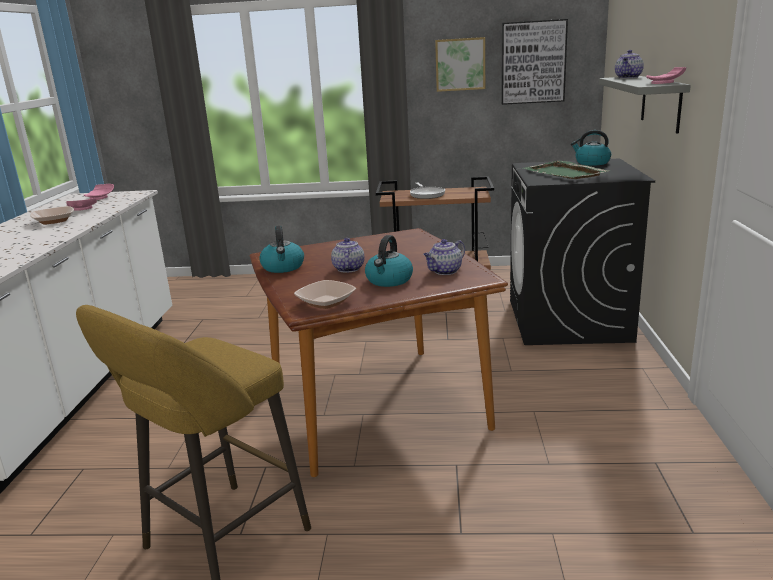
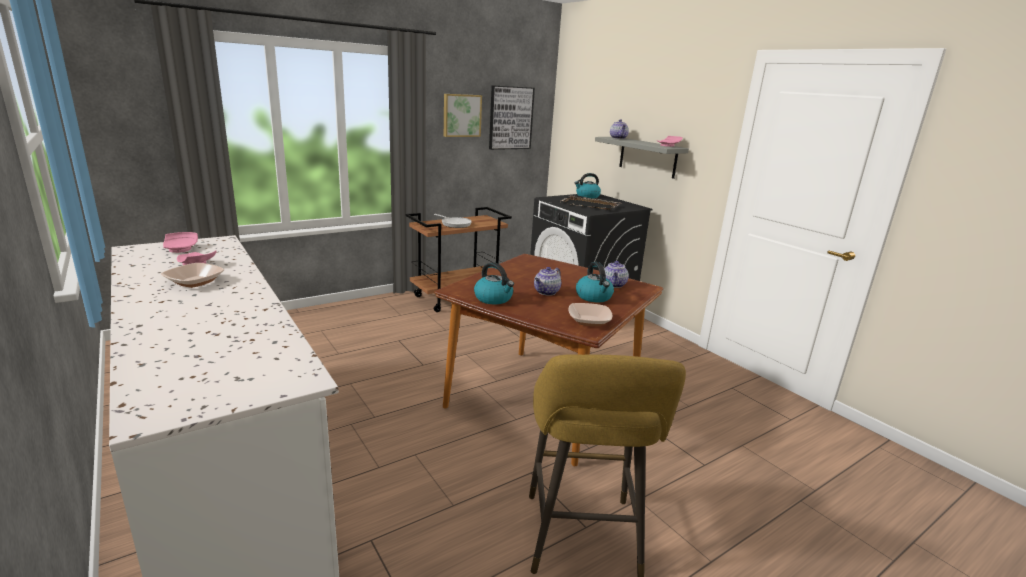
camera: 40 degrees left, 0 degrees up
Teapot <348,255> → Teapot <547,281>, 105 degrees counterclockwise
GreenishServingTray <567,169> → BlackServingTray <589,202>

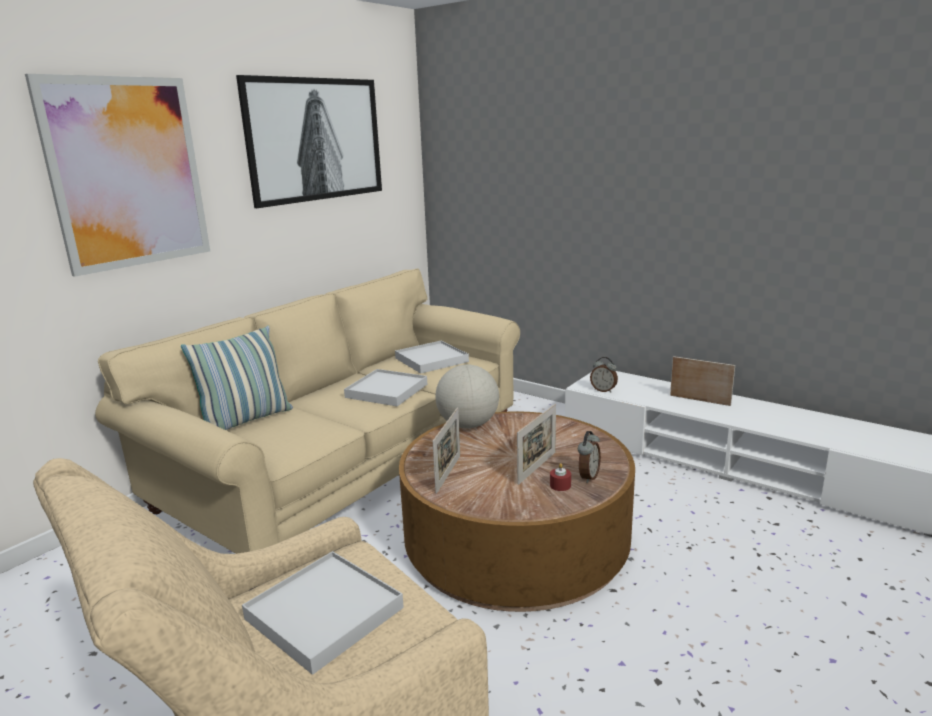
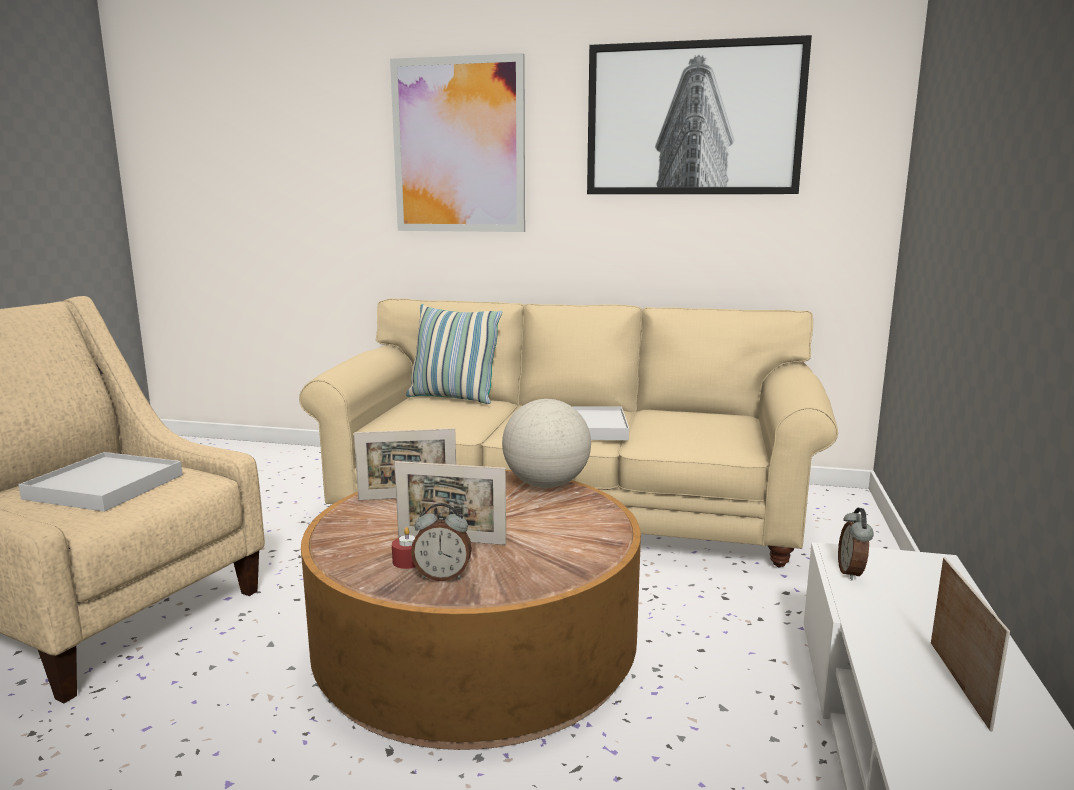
camera: 65 degrees right, 5 degrees down
WhiteColouredServingTray <432,357> → -

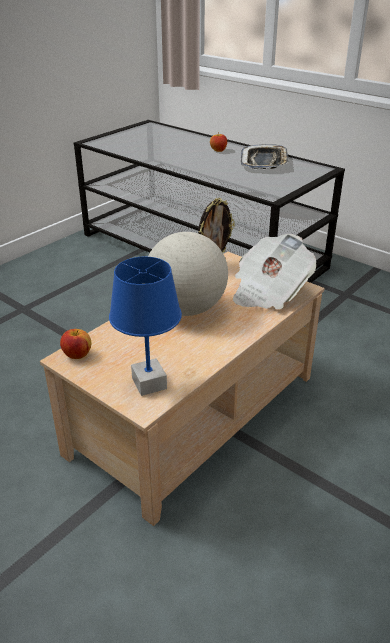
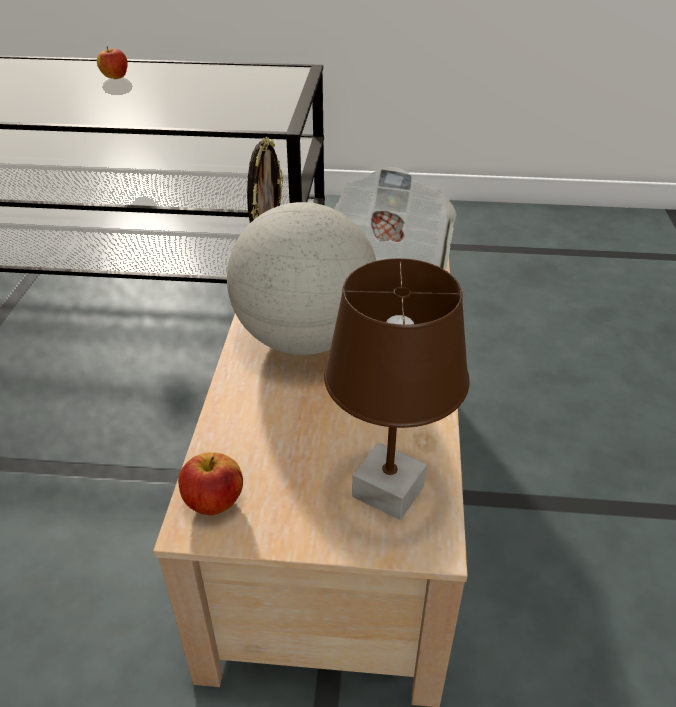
camera: 35 degrees left, 5 degrees up
BluishTableLamp <145,326> → BrownTableLamp <397,389>
ServingTray <265,156> → -

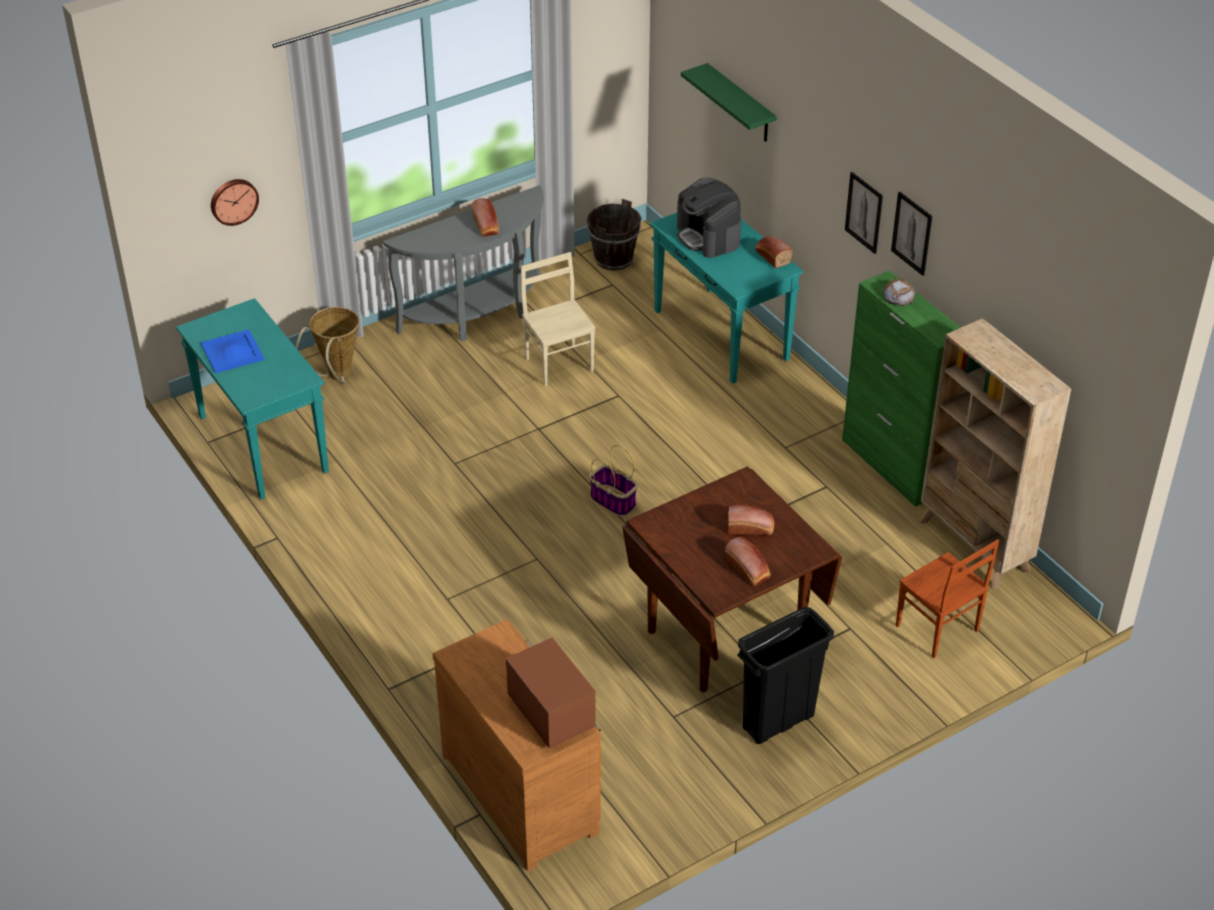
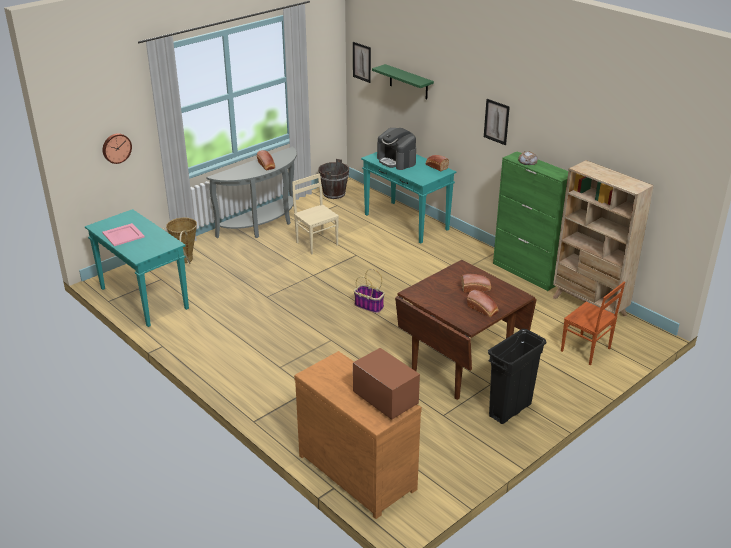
camera: 10 degrees left, 10 degrees down
BluishServingTray <232,351> → PinkColouredServingTray <123,234>
WallPicture <911,234> → WallPicture <362,62>, moved

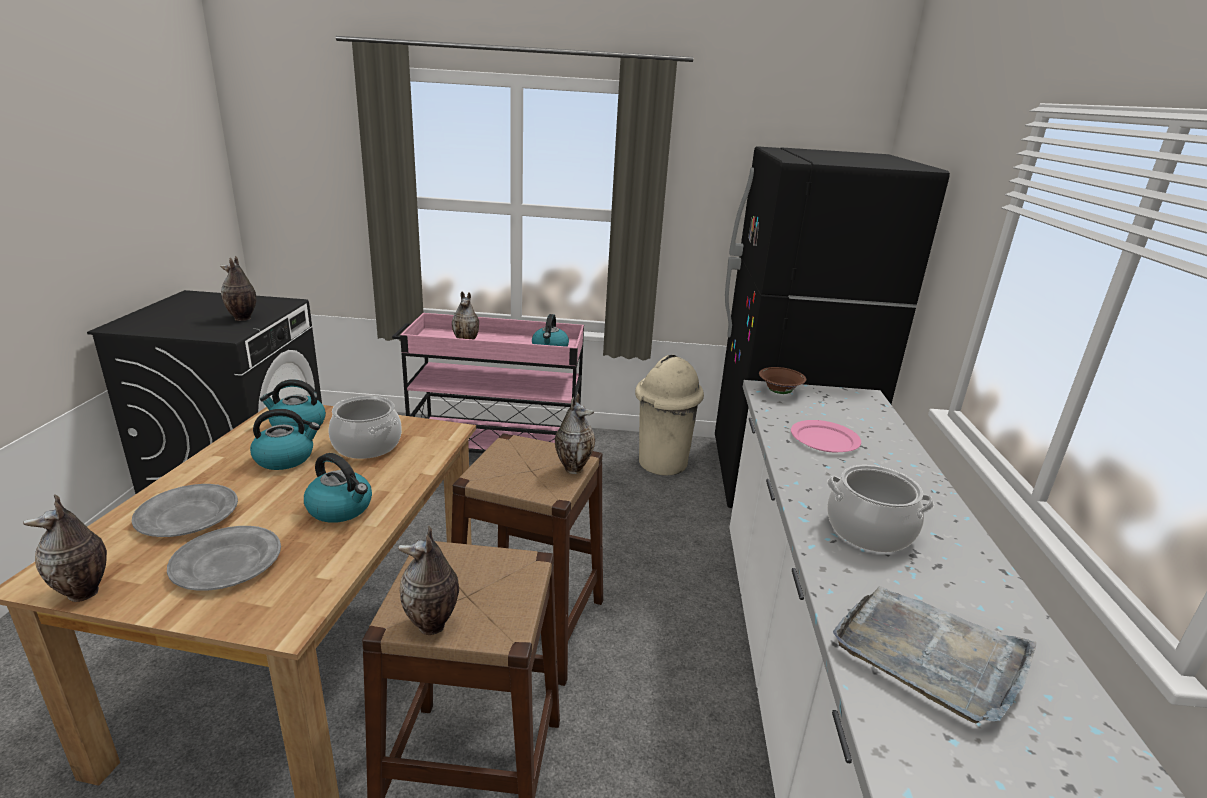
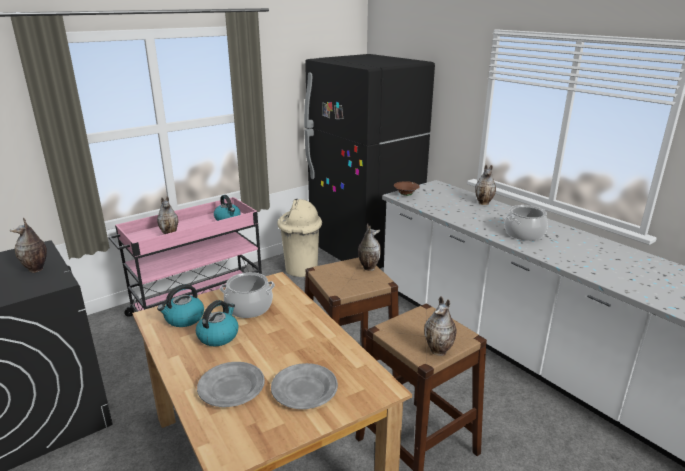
camera: 40 degrees left, 0 degrees up
FlowerVase <65,548> → FlowerVase <485,185>, moved
WaterKettle <338,488> → -
PinkColouredDinnerPlate <826,436> → -
GreyishServingTray <935,655> → -

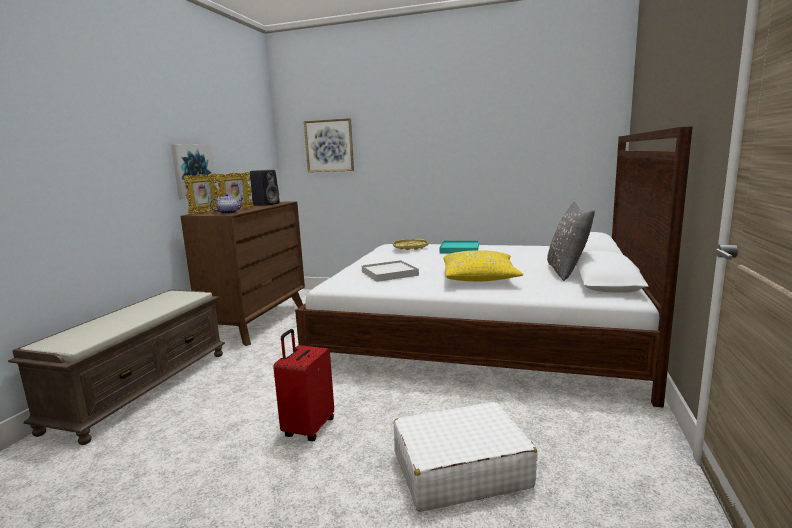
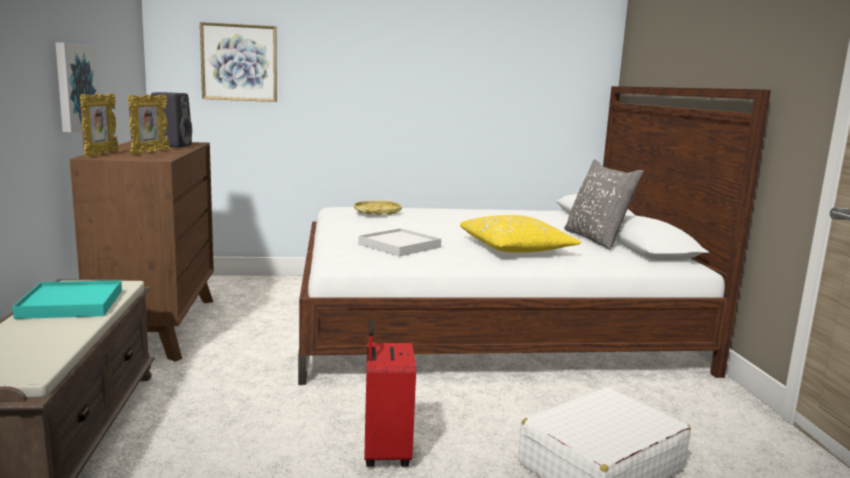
camera: 25 degrees left, 0 degrees up
Teapot <226,204> → -
TurquoiseServingTray <459,247> → TurquoiseServingTray <67,299>, moved

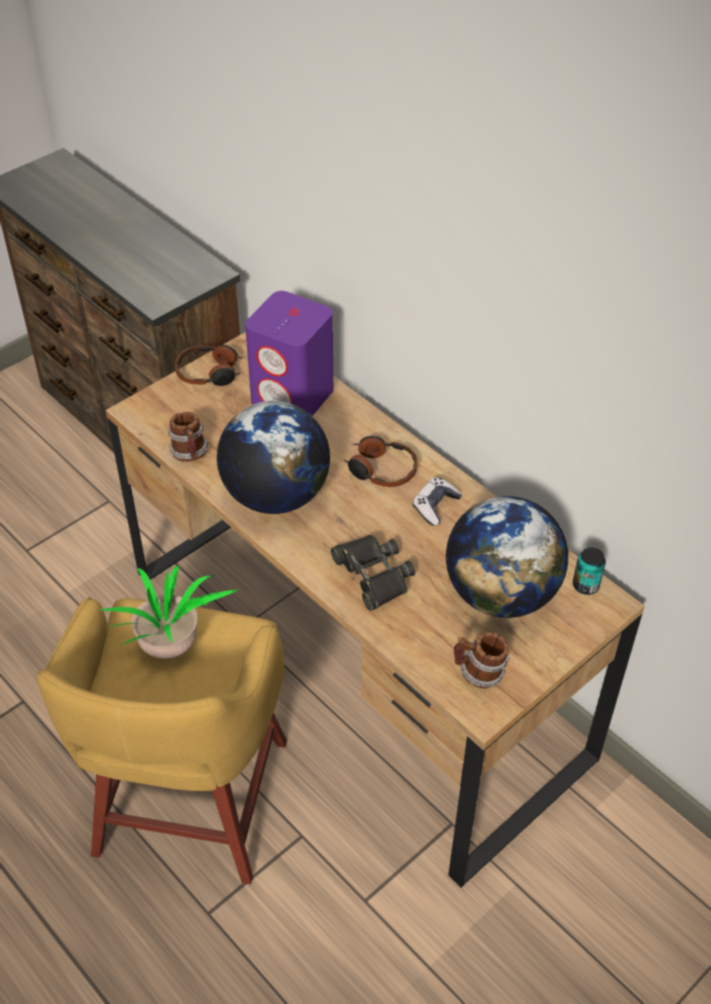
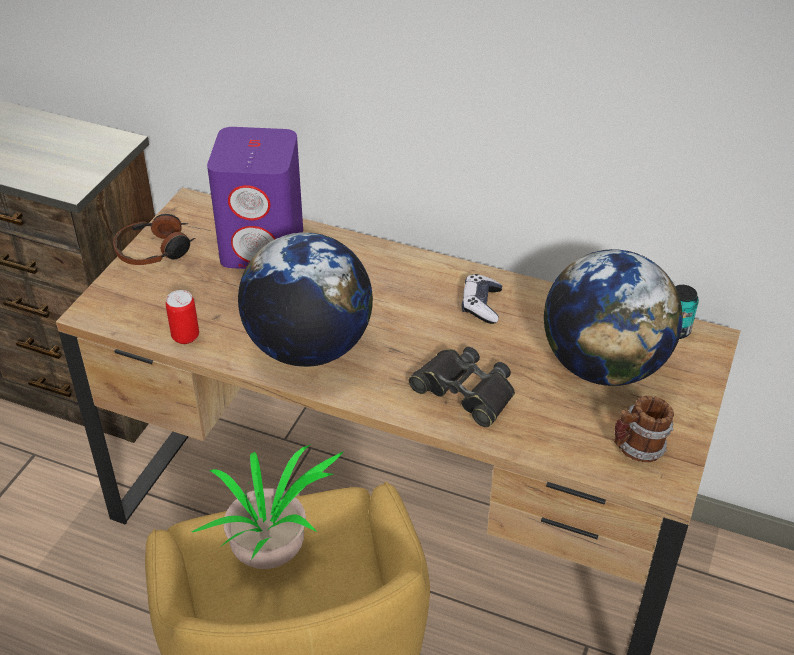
camera: 25 degrees left, 5 degrees down
CoffeeMug <187,437> → MetalCan <182,317>
Headphones <381,461> → -

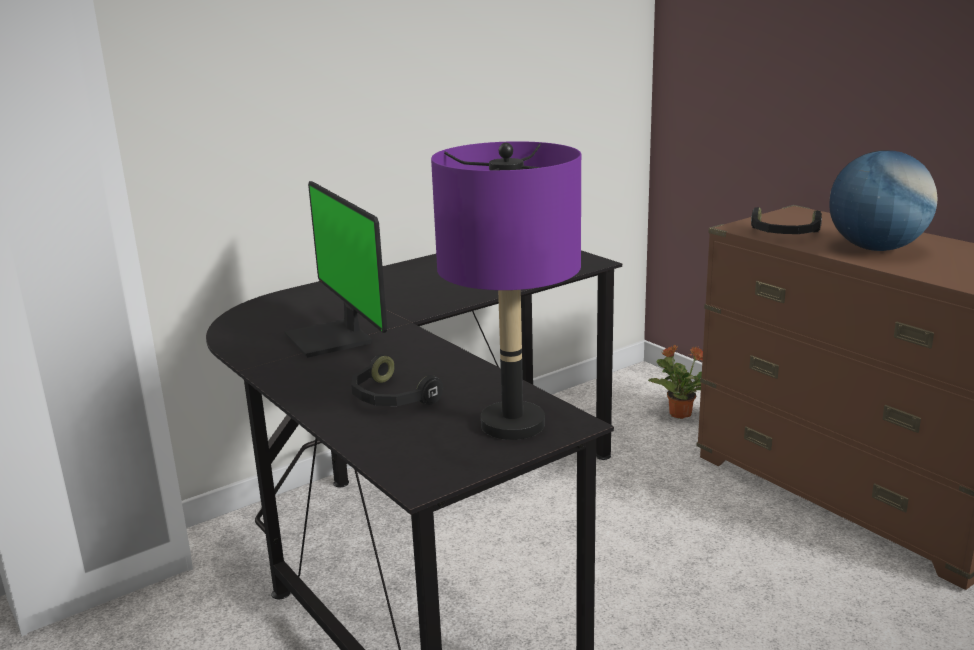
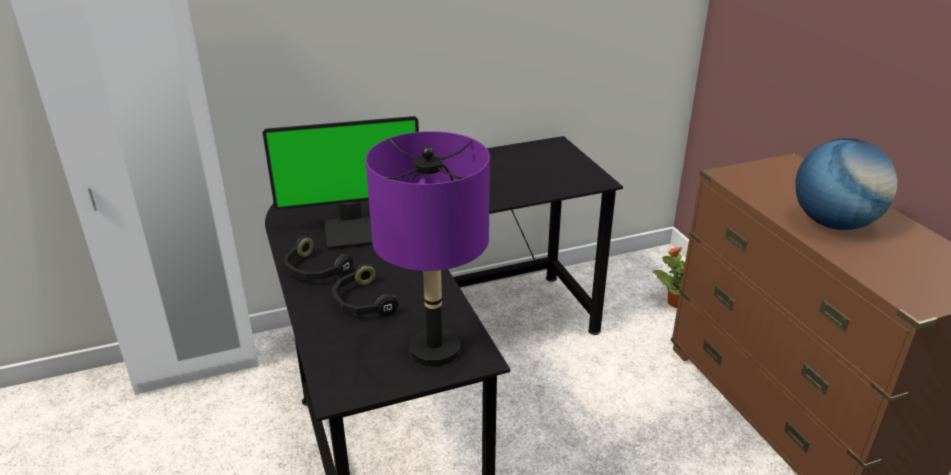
camera: 15 degrees right, 10 degrees up
Monitor <336,269> → Monitor <341,183>, 90 degrees counterclockwise
BlackHeadphones <786,220> → BlackHeadphones <318,258>, moved

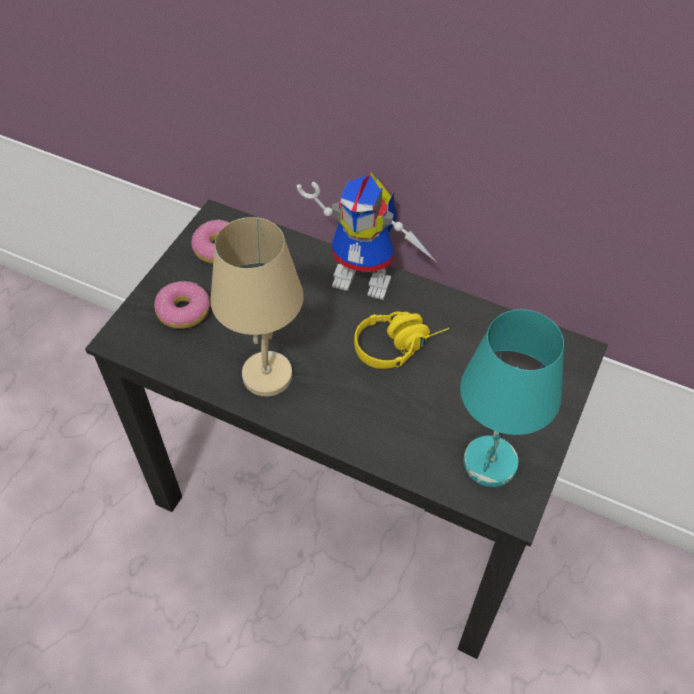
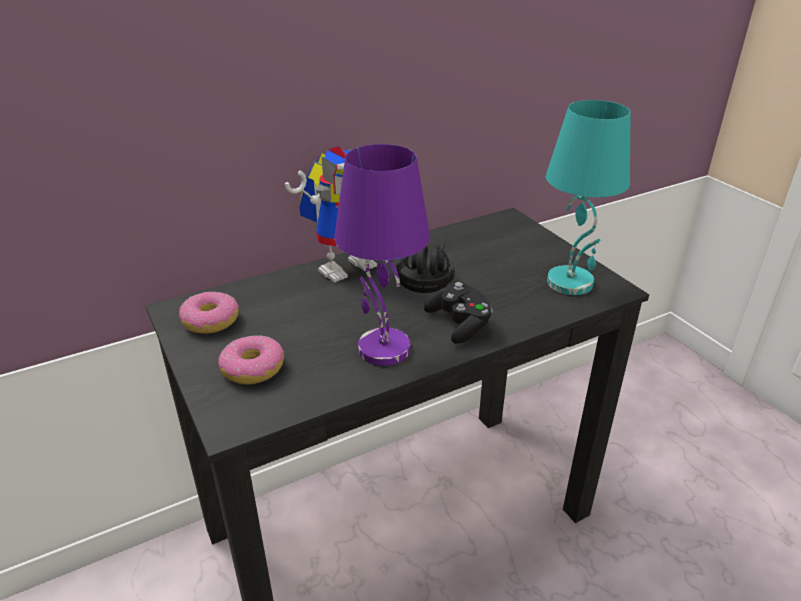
camera: 55 degrees left, 20 degrees down
BeigeTableLamp <257,307> → PurpleTableLamp <382,255>
YellowColouredHeadphones <401,340> → BlackHeadphones <425,268>
- → BlackGameController <458,313>

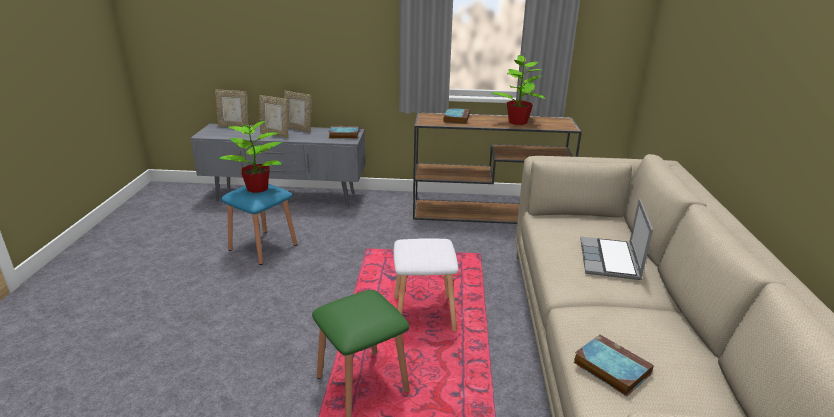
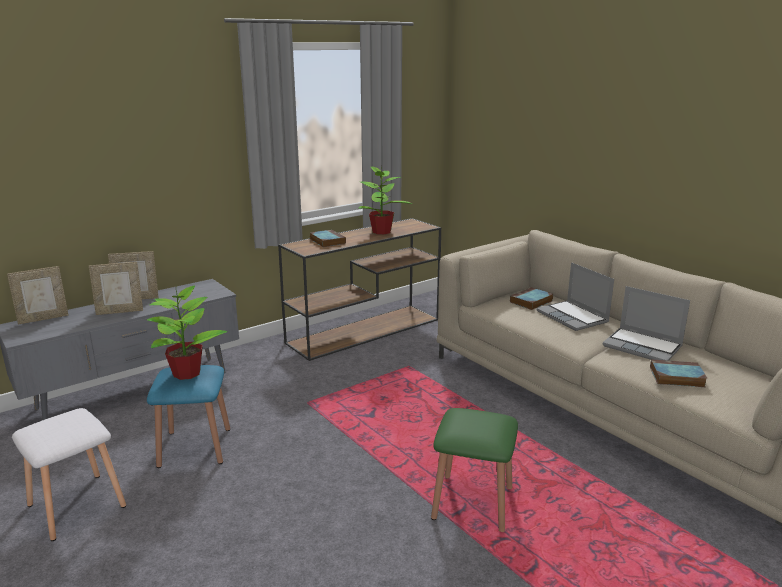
camera: 40 degrees left, 5 degrees down
Volume <344,132> → Volume <531,298>, moved
WhiteColouredStoolSeat <426,284> → WhiteColouredStoolSeat <69,474>, moved
- → PortableComputer <646,323>

